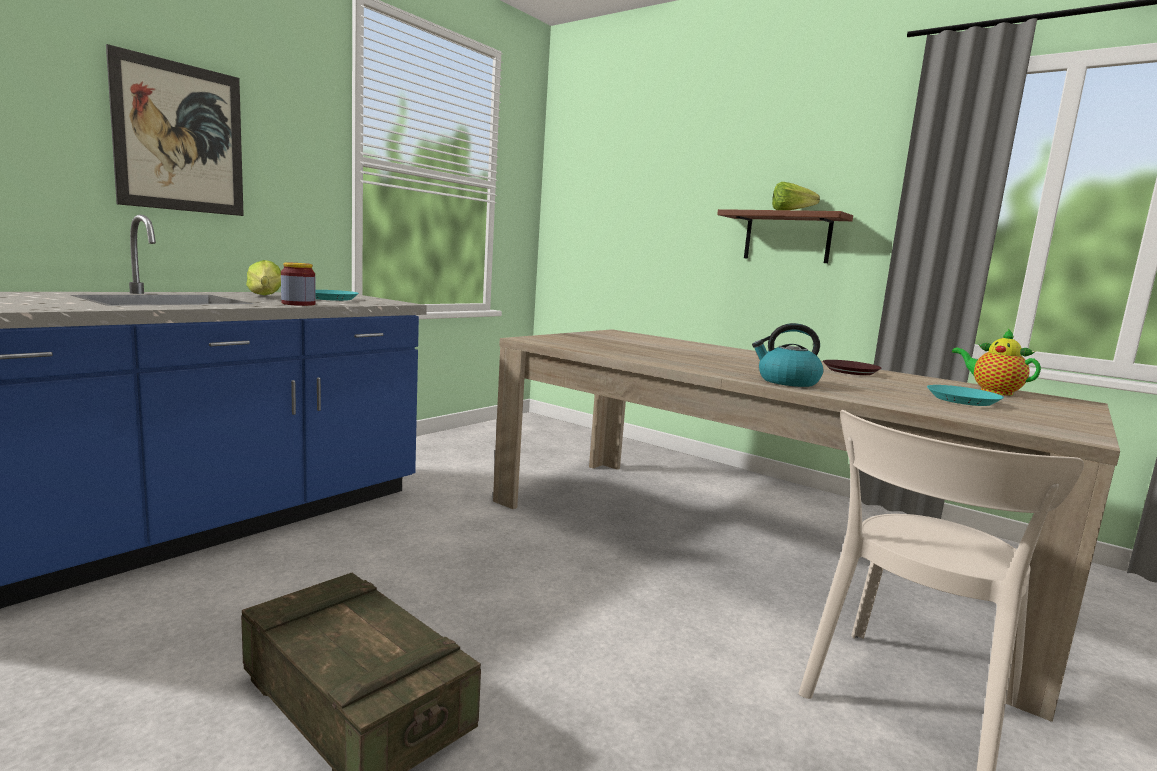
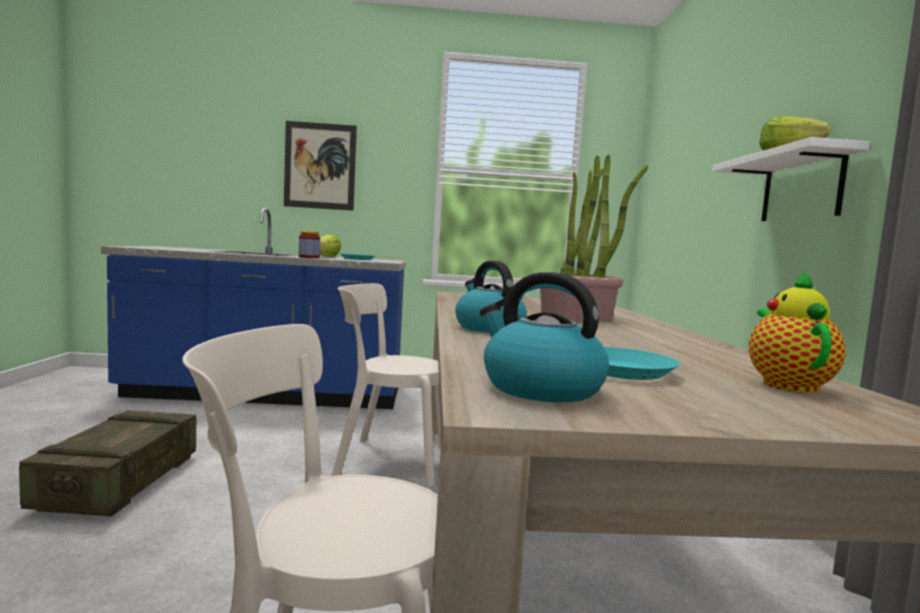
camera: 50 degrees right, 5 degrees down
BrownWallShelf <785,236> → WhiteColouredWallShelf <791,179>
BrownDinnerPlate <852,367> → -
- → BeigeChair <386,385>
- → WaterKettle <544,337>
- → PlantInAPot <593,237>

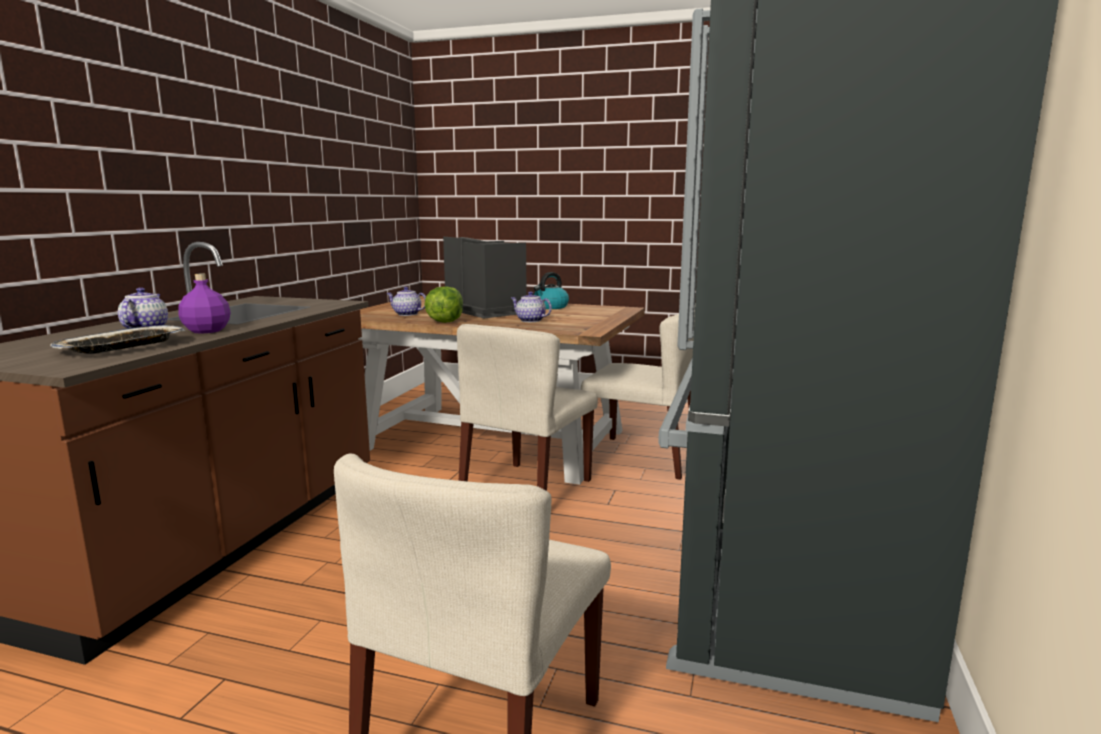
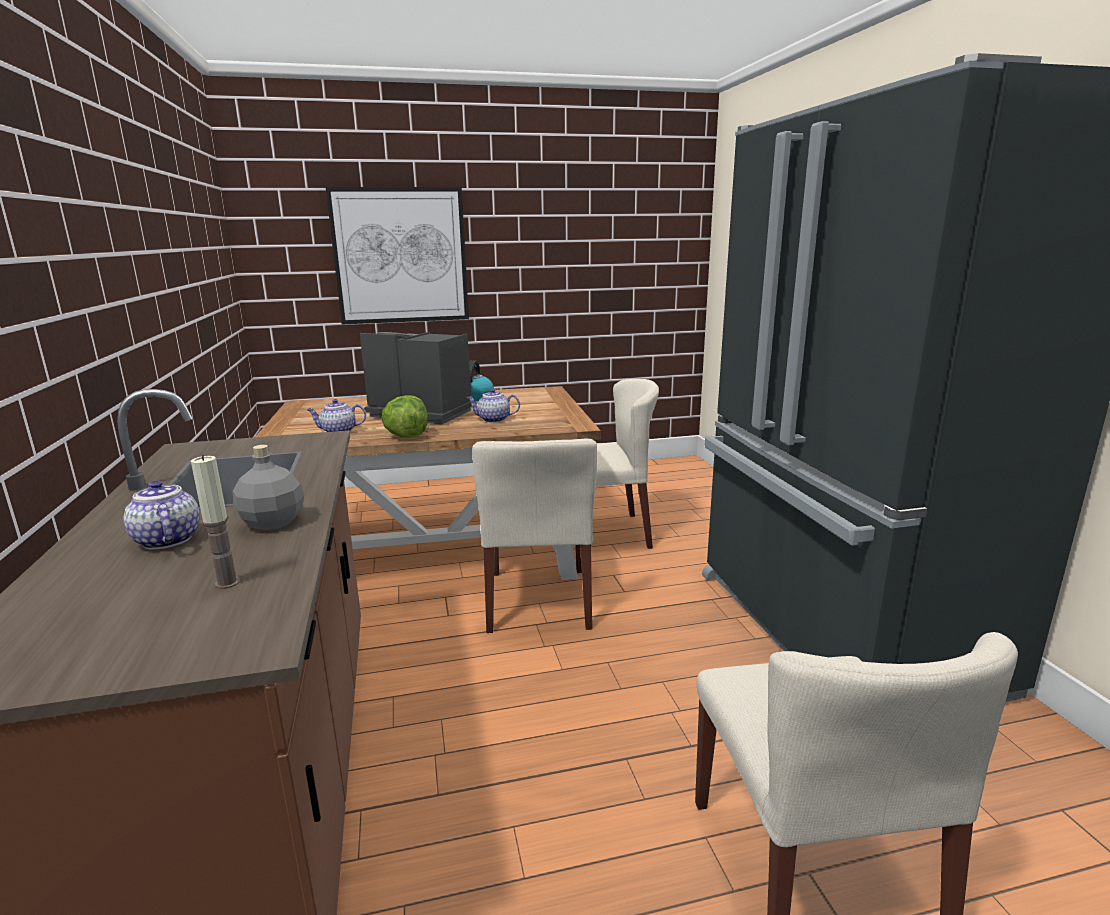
camera: 30 degrees left, 5 degrees up
ServingTray <118,339> → Candle <215,522>
PurpleDrinkBottle <204,303> → GreyishDrinkBottle <268,487>
- → WallPicture <397,255>

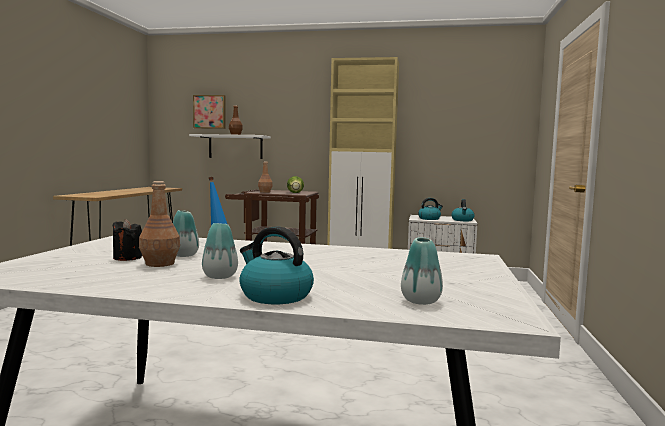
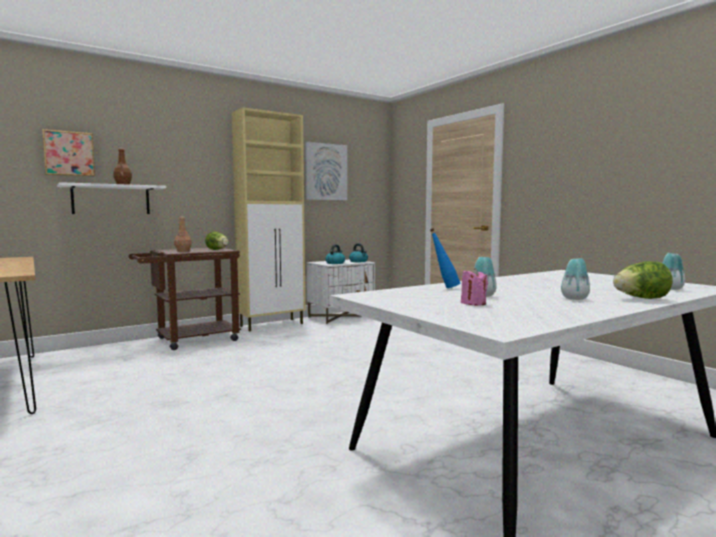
camera: 45 degrees left, 0 degrees up
BlackCandle <127,240> → PinkColouredCandle <474,287>
BrownDrinkBottle <159,224> → -
WaterKettle <276,265> → Lettuce <643,280>
- → WallPicture <326,171>

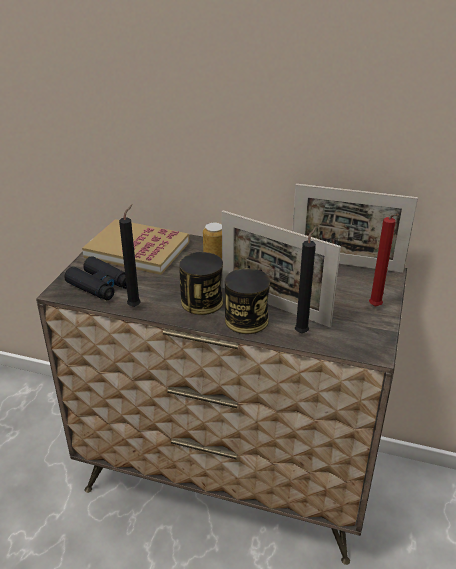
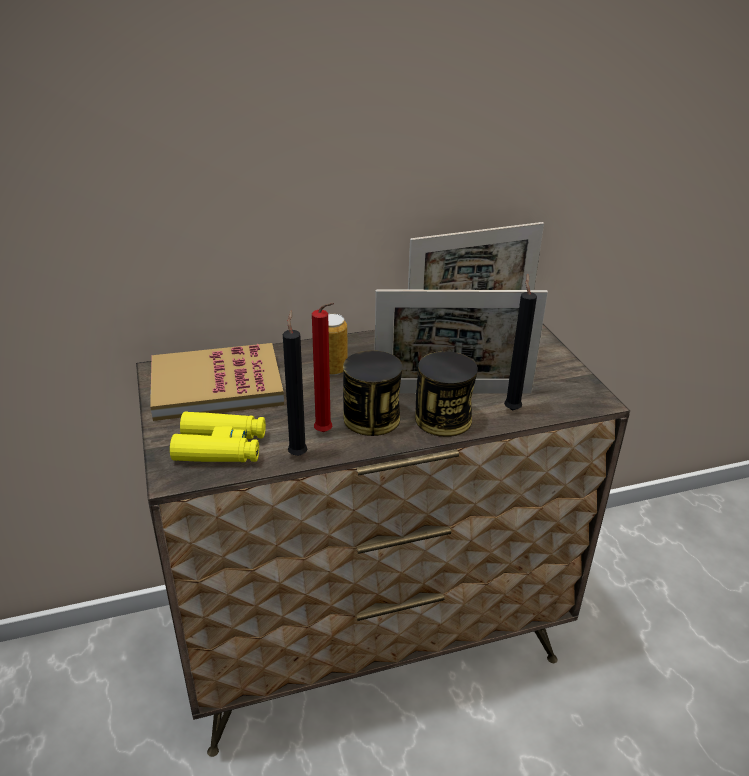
camera: 35 degrees left, 0 degrees up
BlackBinoculars <95,278> → YellowColouredBinoculars <218,437>
RedCandle <384,260> → RedCandle <323,367>, moved

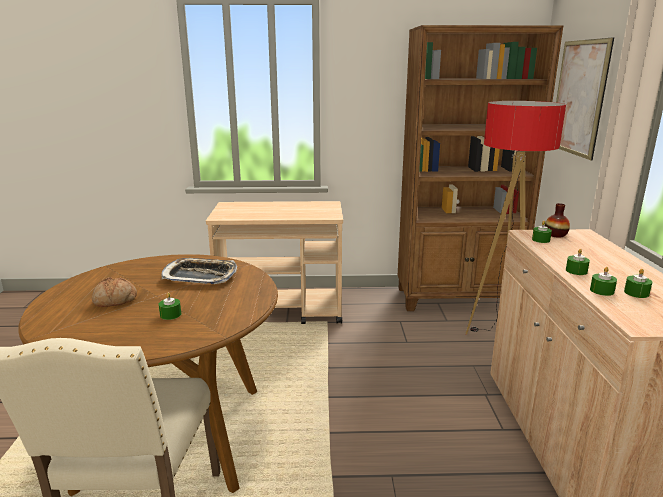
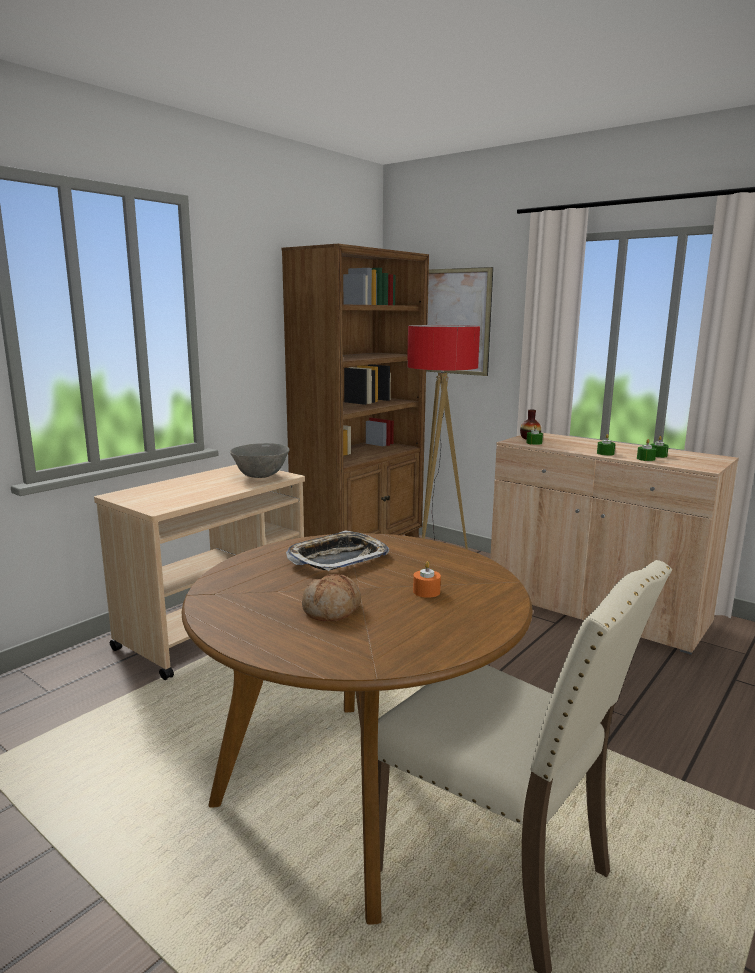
camera: 50 degrees left, 5 degrees down
GreenishCandle <170,306> → OrangeCandle <427,579>
- → GreyishServingBowl <259,460>

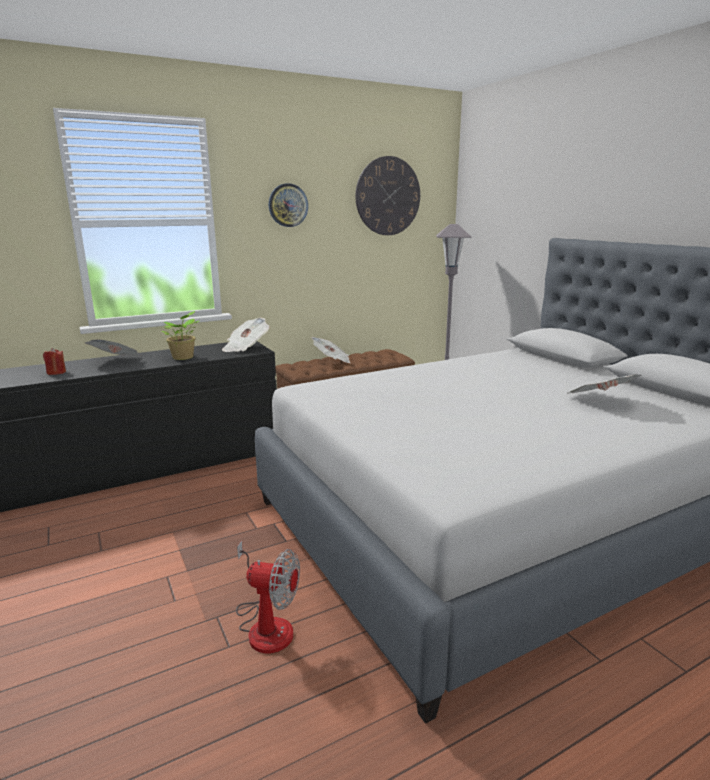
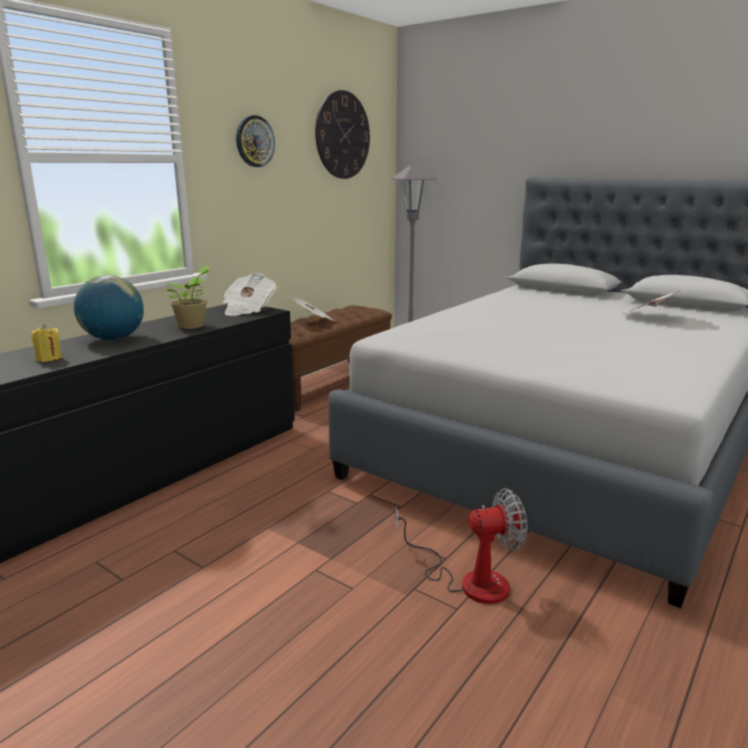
camera: 25 degrees left, 0 degrees up
RedCandle <54,361> → YellowColouredCandle <46,343>
PrintedPaper <113,348> → Globe <109,307>

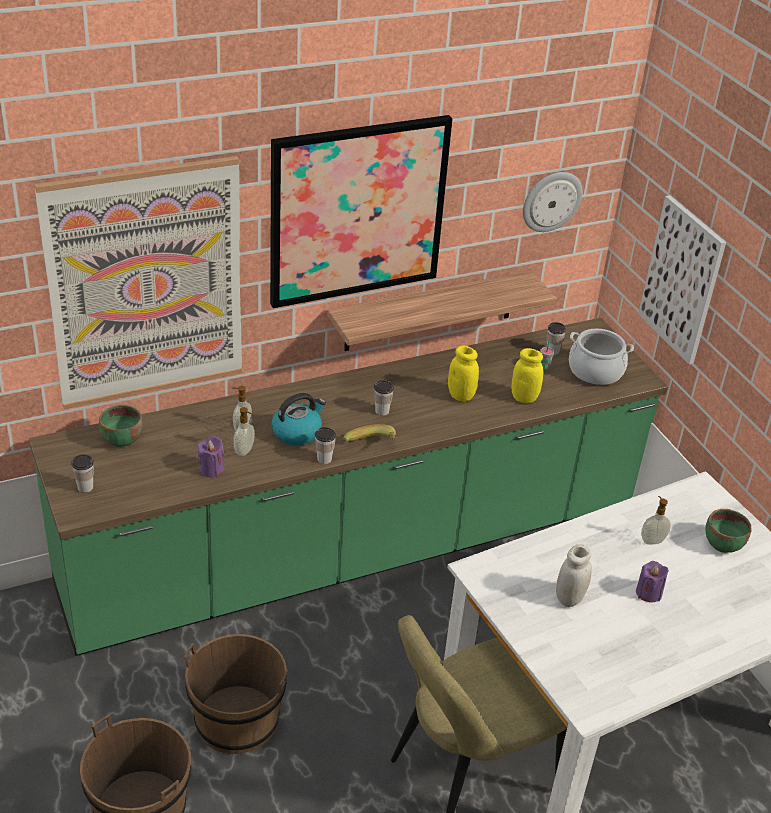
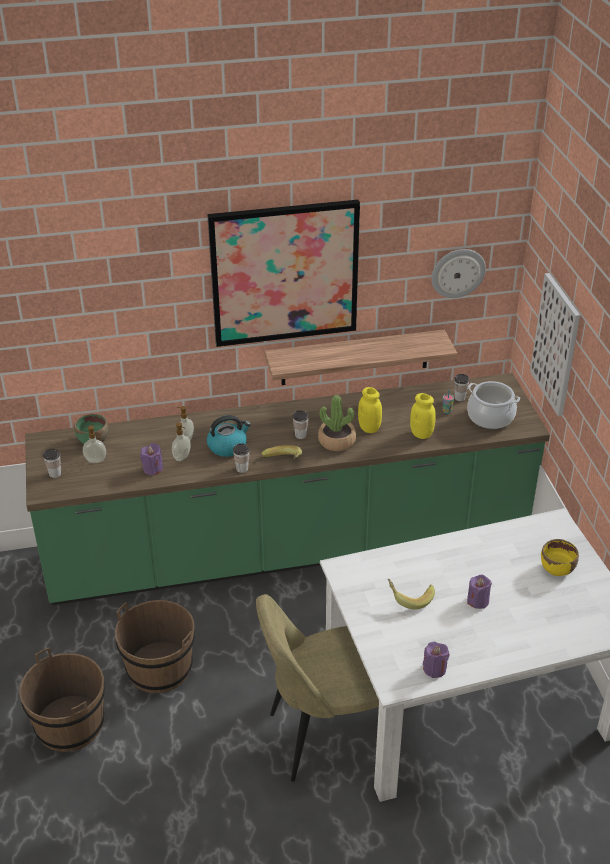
camera: 15 degrees right, 0 degrees up
WallPicture <138,282> → -
WhiteColouredStorageJar <574,575> → WholeBanana <411,594>
LiquidSoapBottle <656,520> → LiquidSoapBottle <94,443>, moved
GreenishServingBowl <728,531> → YellowColouredServingBowl <560,557>
- → PlantInAPot <337,423>
- → PurpleCandle <436,660>

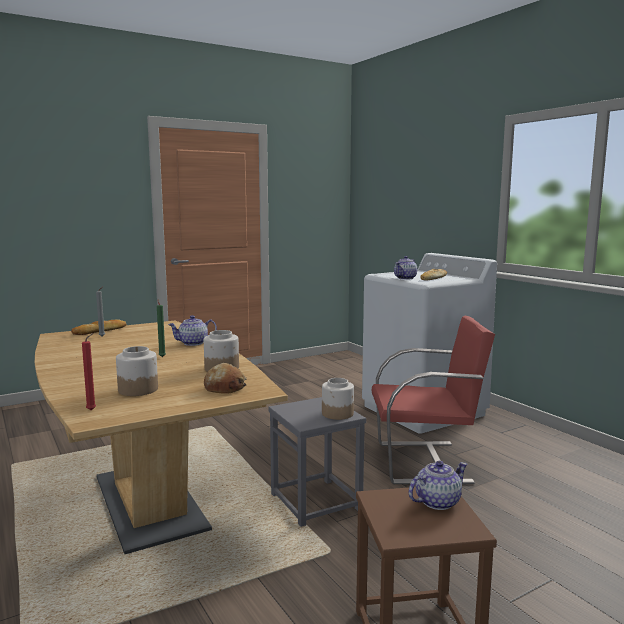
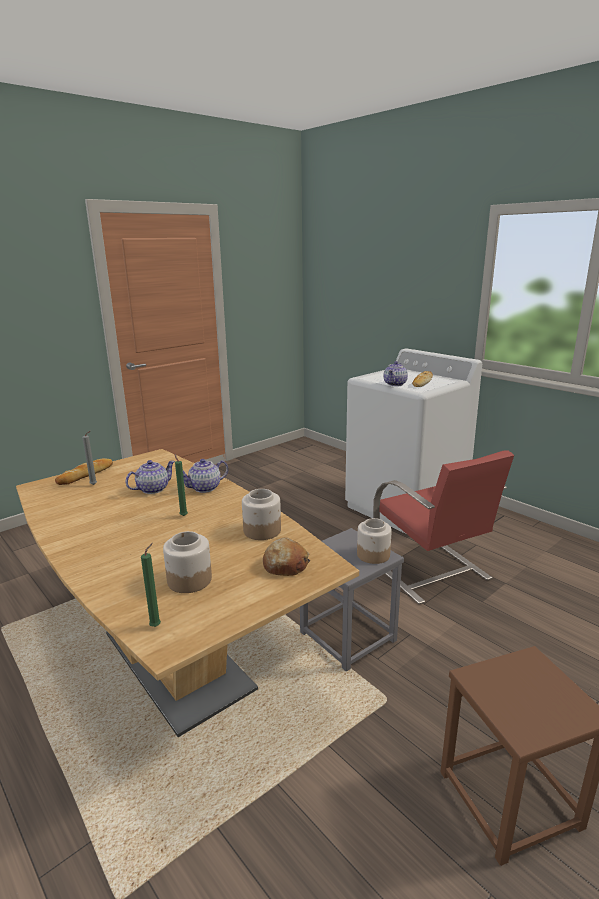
camera: 10 degrees left, 10 degrees up
RedCandle <89,372> → GreenishCandle <151,585>
RedChair <433,400> → RedChair <443,527>, 75 degrees clockwise
Teapot <437,485> → Teapot <150,477>, moved

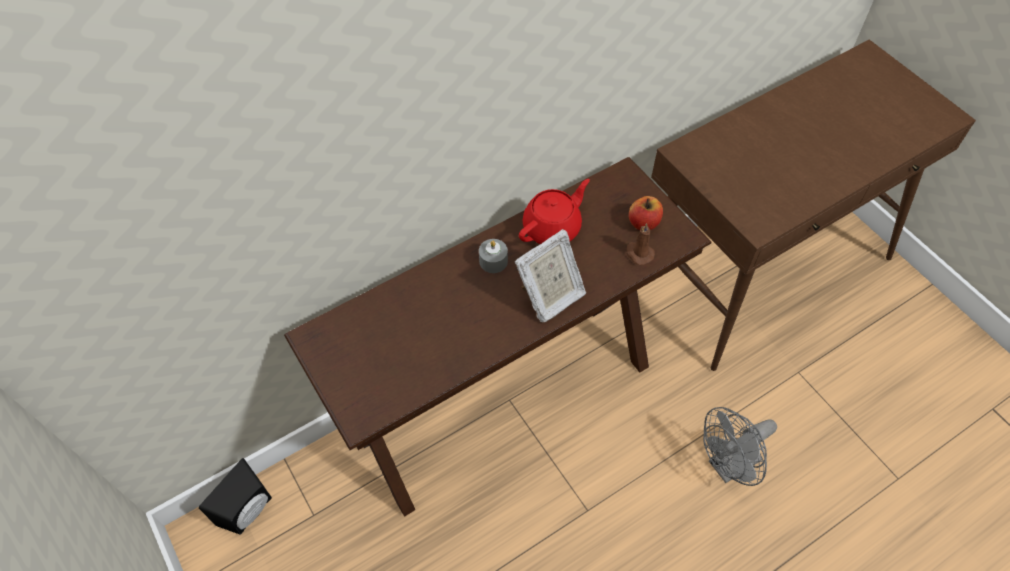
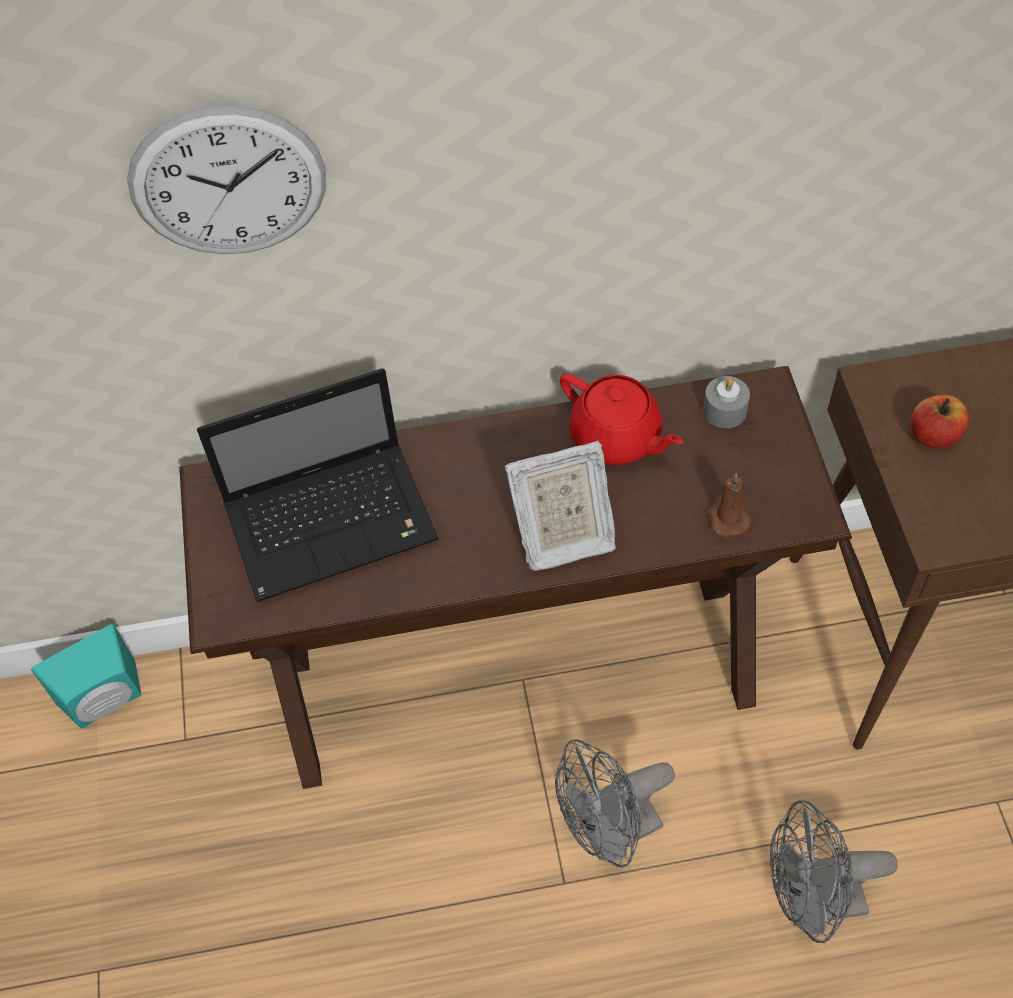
camera: 25 degrees right, 0 degrees up
BlackSpeaker <235,496> → TurquoiseSpeaker <86,676>
GreyishCandle <493,256> → GreyishCandle <726,402>, moved
RedTeapot <554,211> → RedTeapot <621,419>, 60 degrees clockwise
WholeApple <646,213> → WholeApple <940,422>, moved
- → WallClock <226,179>
- → PortableComputer <318,485>
- → GreyishCoolingFan <615,803>

